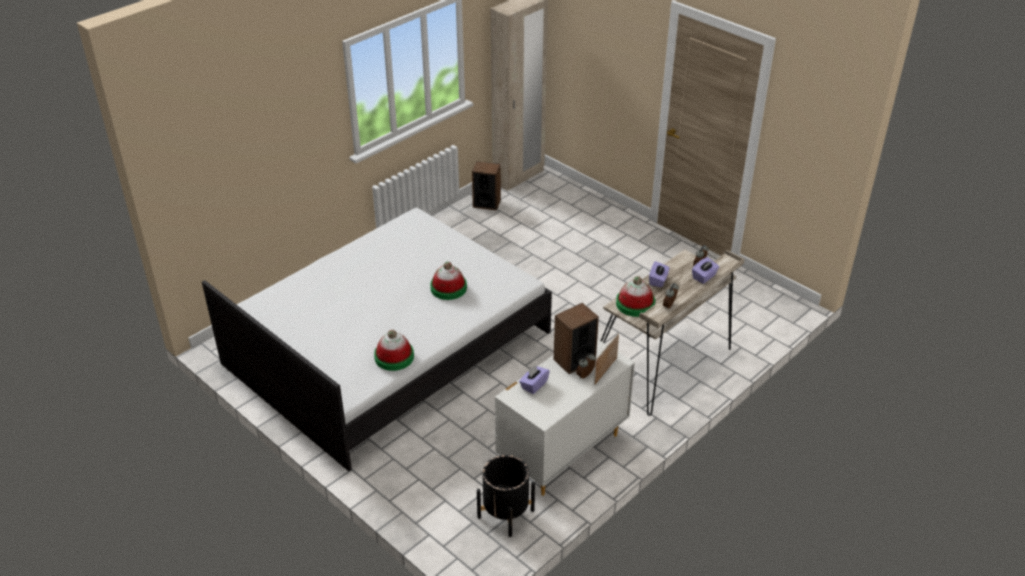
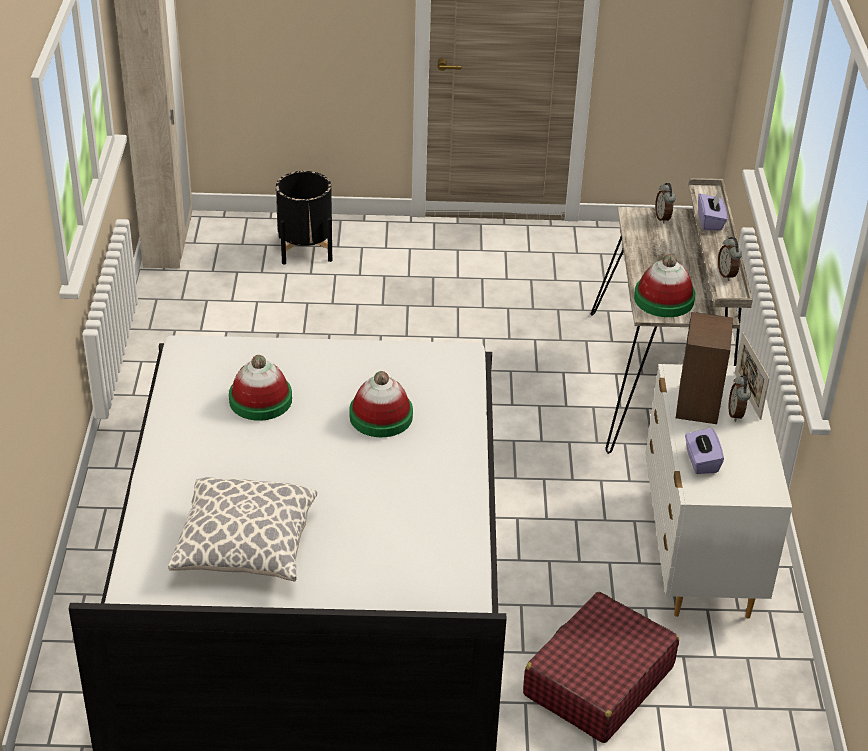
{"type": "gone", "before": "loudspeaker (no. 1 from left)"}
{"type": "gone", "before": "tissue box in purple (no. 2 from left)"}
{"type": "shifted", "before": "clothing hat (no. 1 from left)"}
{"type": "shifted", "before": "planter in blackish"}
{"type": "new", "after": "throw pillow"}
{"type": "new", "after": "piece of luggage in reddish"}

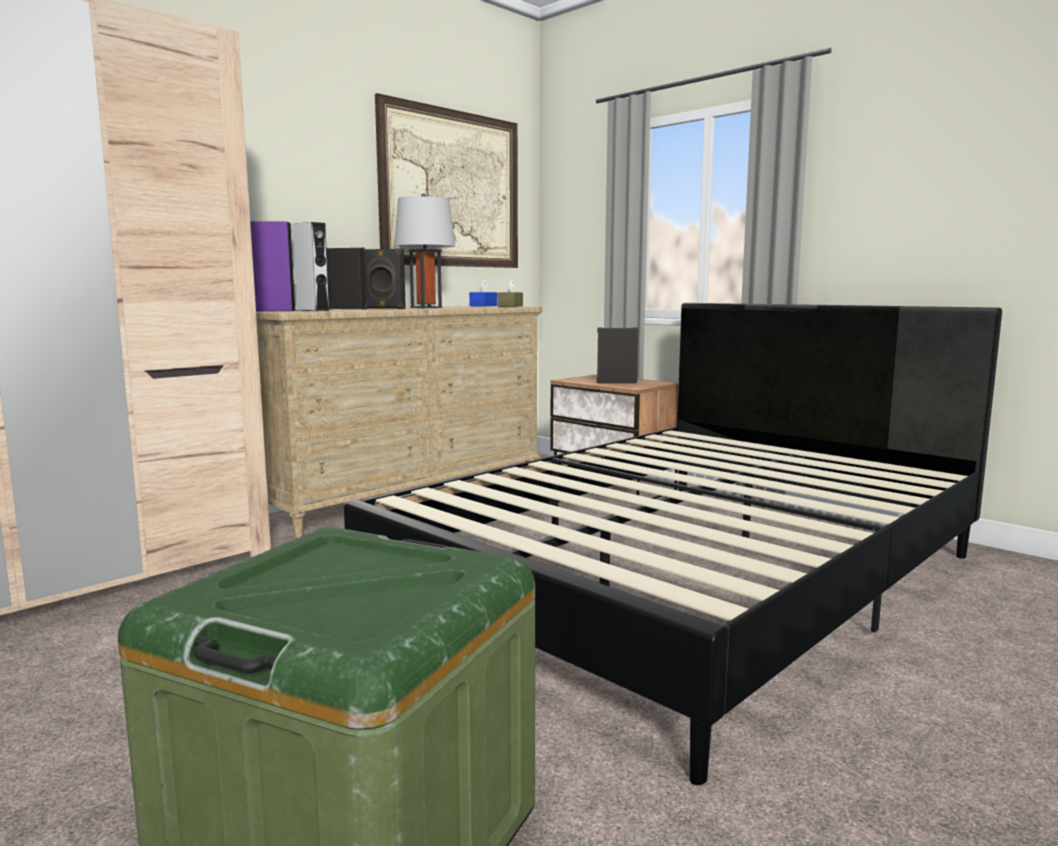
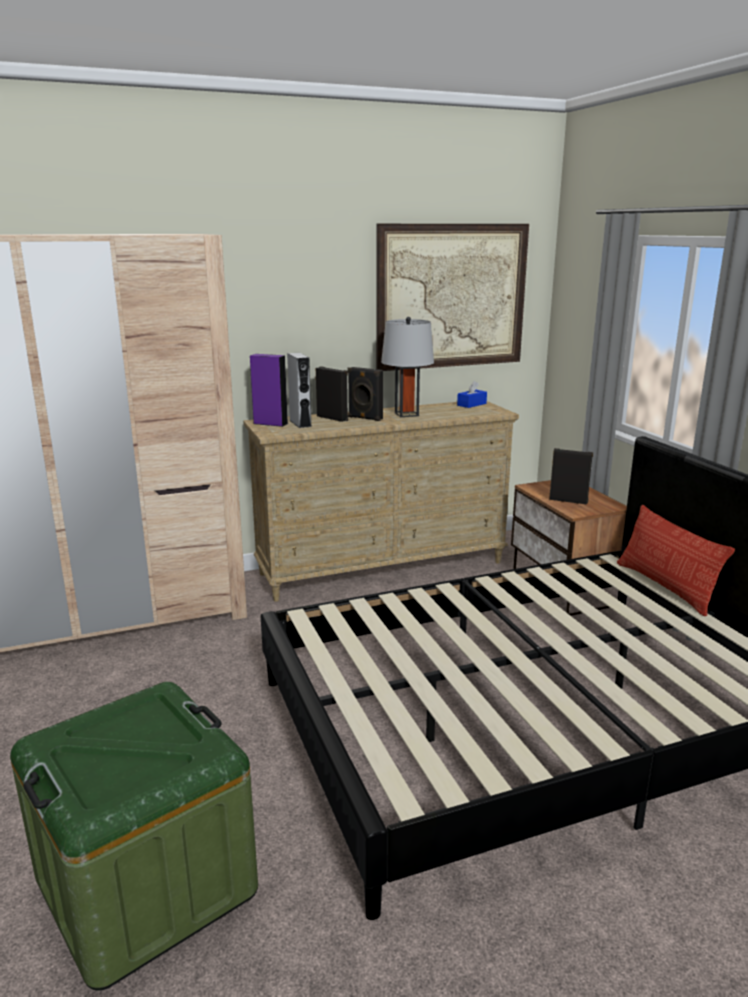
{"type": "gone", "before": "tissue box in brown-coloured"}
{"type": "new", "after": "throw pillow"}

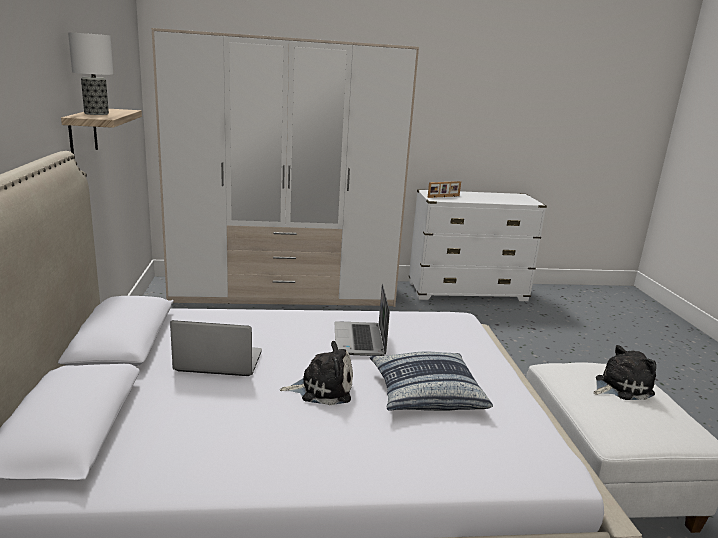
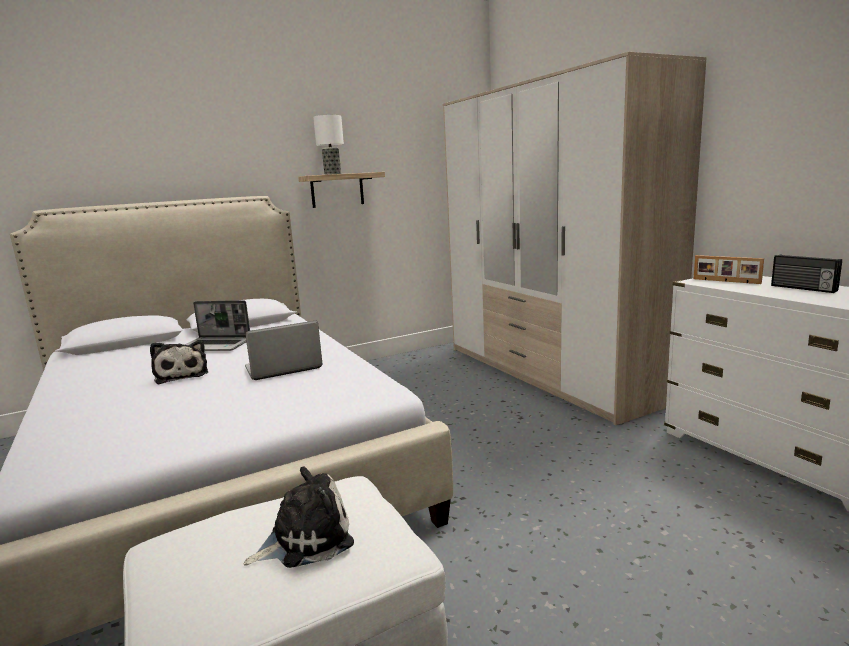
{"type": "rotated", "before": "laptop (no. 1 from left)", "turn": 120}
{"type": "rotated", "before": "plush toy (no. 2 from left)", "turn": -75}
{"type": "gone", "before": "throw pillow"}
{"type": "new", "after": "radio receiver"}

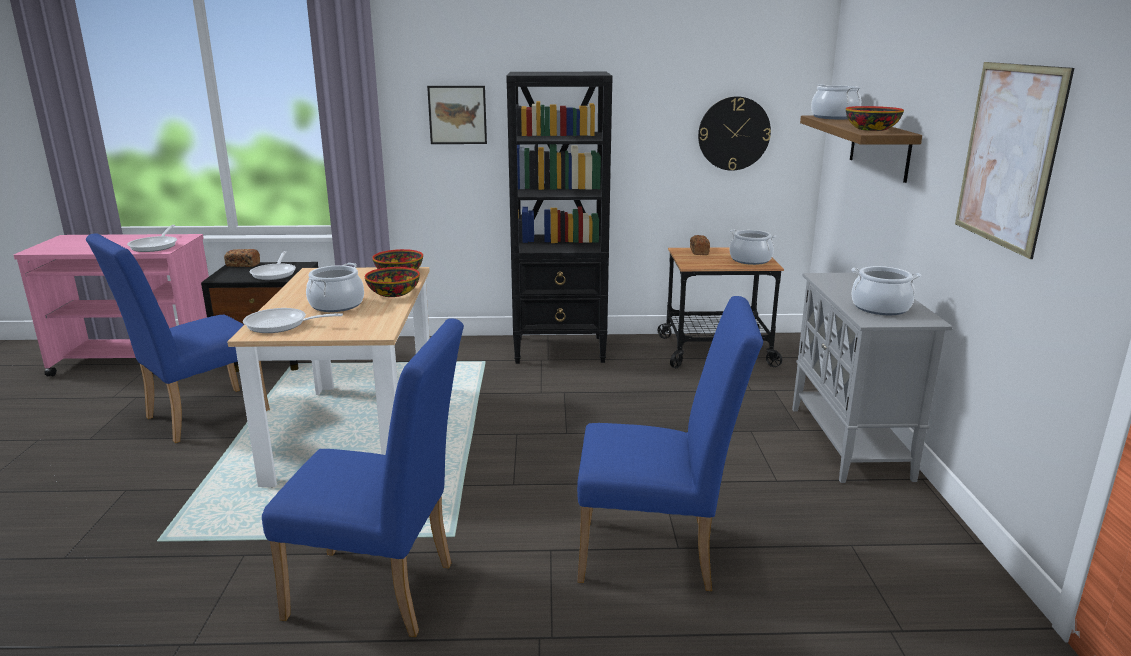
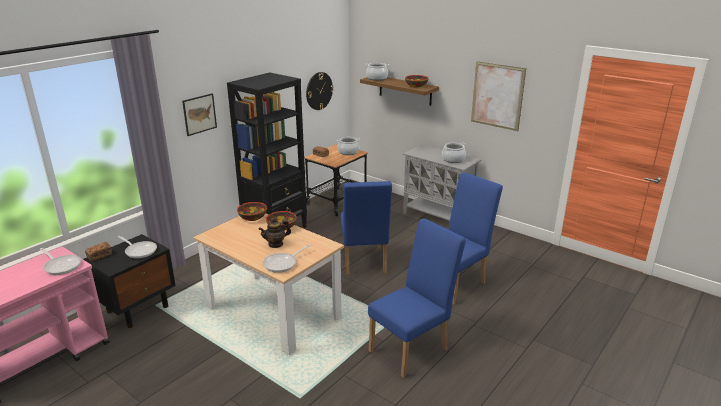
{"type": "shifted", "before": "plain chair in blue-coloured (no. 1 from left)"}
{"type": "swapped", "before": "stockpot (no. 1 from left)", "after": "teapot"}

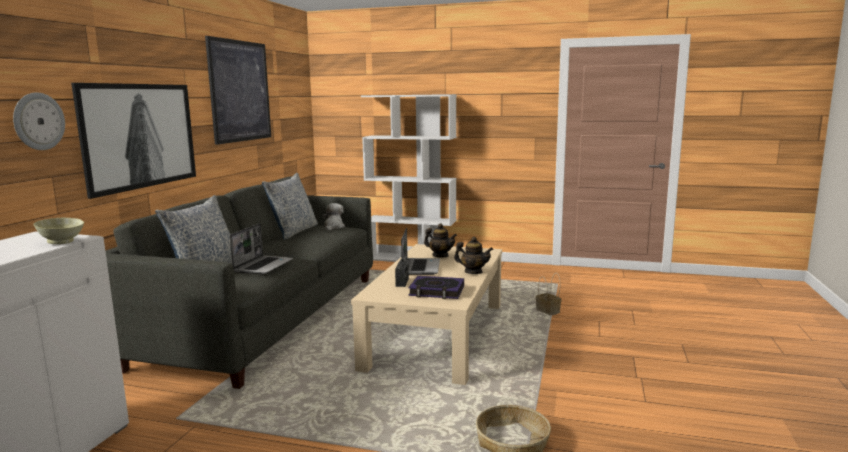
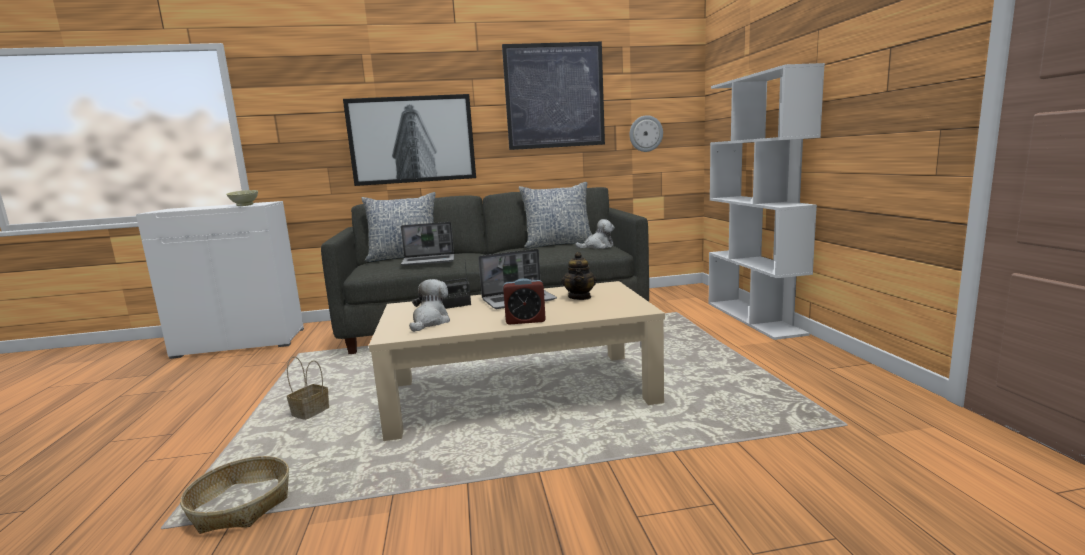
{"type": "shifted", "before": "hanging clock"}
{"type": "swapped", "before": "teapot (no. 2 from left)", "after": "table clock"}
{"type": "shifted", "before": "storage basket (no. 2 from left)"}
{"type": "swapped", "before": "book", "after": "plush toy (no. 1 from left)"}

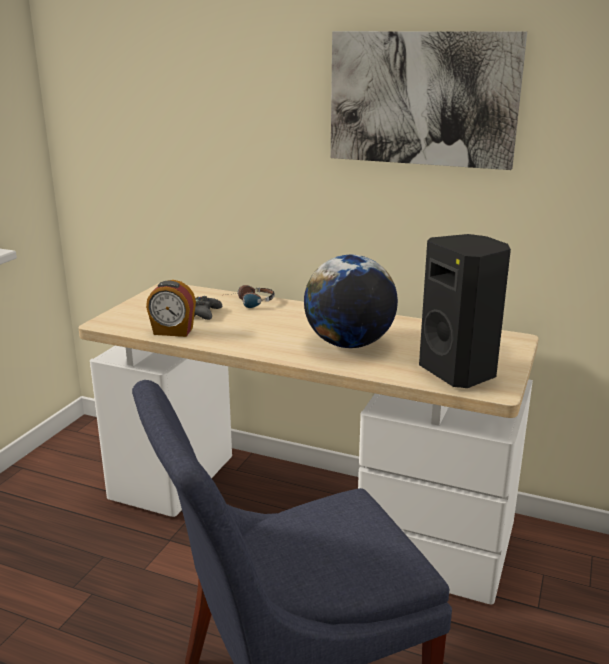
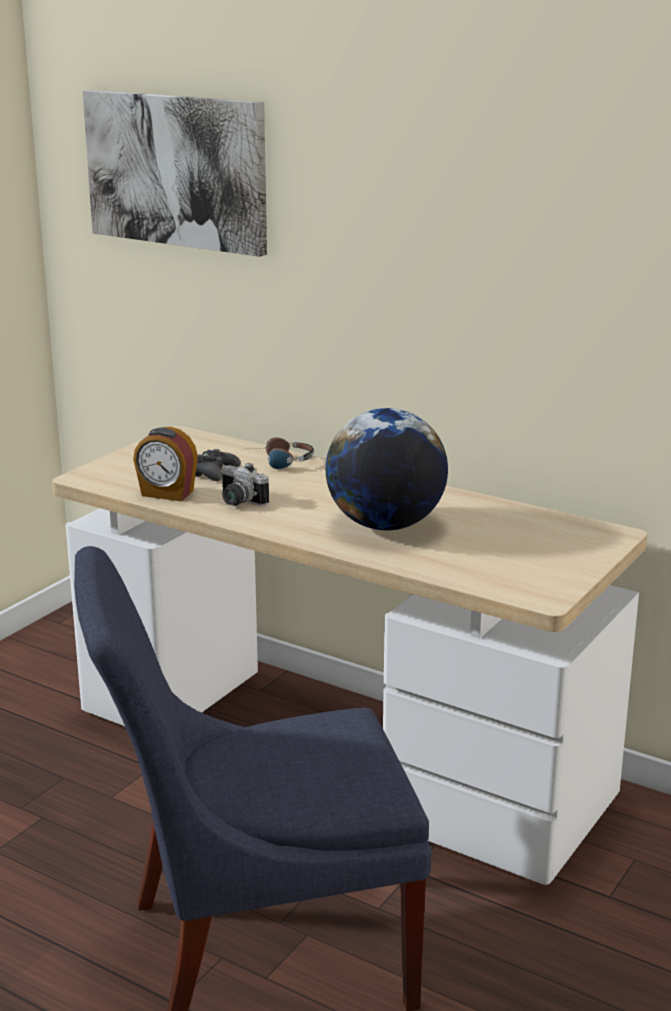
{"type": "shifted", "before": "wall picture"}
{"type": "gone", "before": "loudspeaker in blackish"}
{"type": "new", "after": "still camera"}

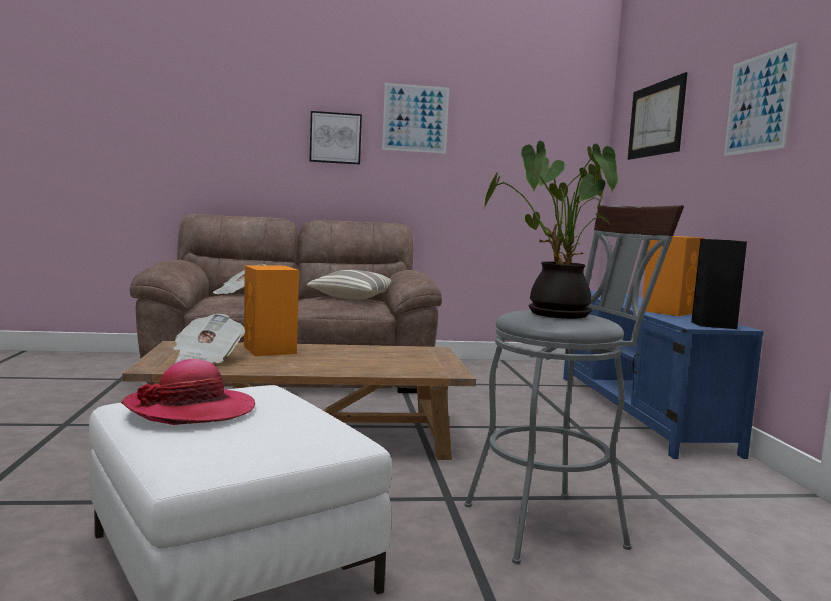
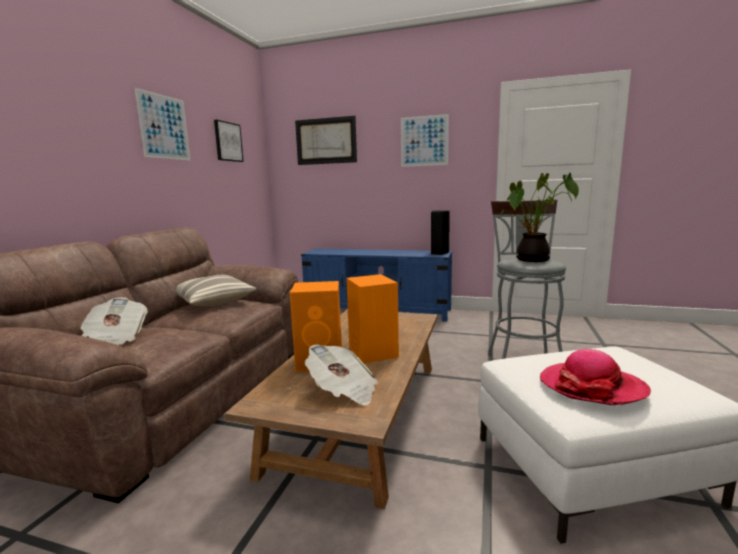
{"type": "shifted", "before": "wall picture (no. 1 from left in the first image)", "after": "wall picture (no. 2 from left)"}
{"type": "shifted", "before": "loudspeaker in orangey (no. 2 from left)"}

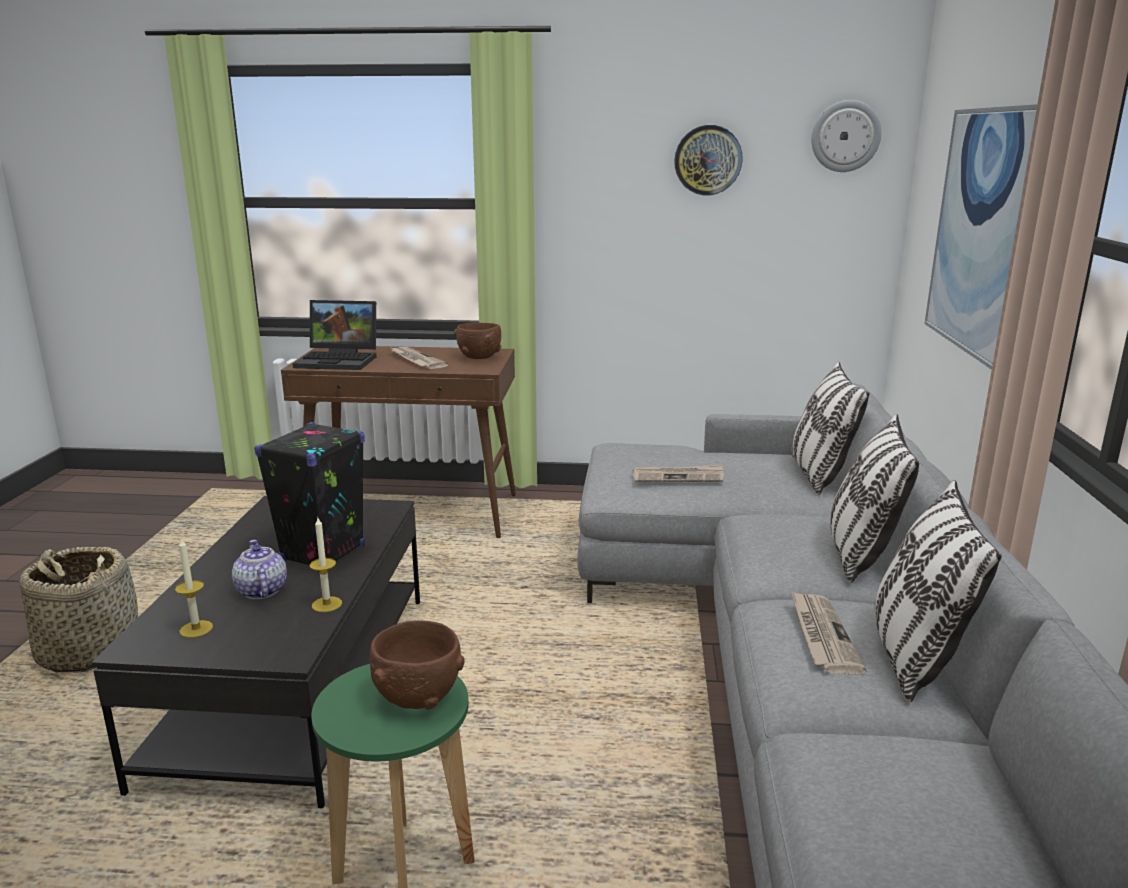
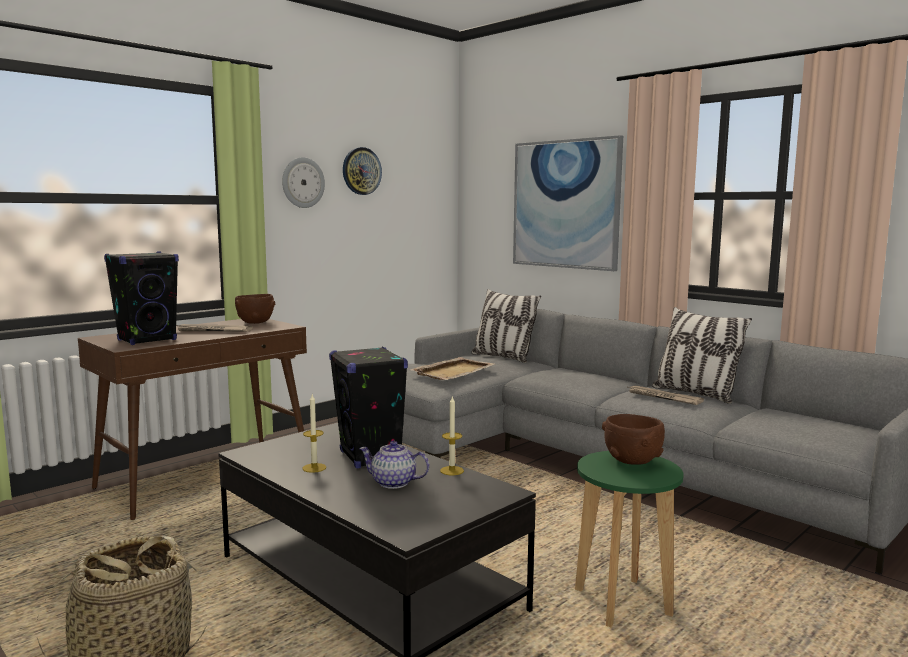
{"type": "shifted", "before": "hanging clock (no. 2 from left in the first image)", "after": "hanging clock (no. 1 from left)"}
{"type": "swapped", "before": "laptop", "after": "loudspeaker in blackish (no. 1 from left)"}
{"type": "gone", "before": "throw pillow (no. 2 from left)"}
{"type": "swapped", "before": "daily paper (no. 2 from left)", "after": "tray in sand-coloured"}
{"type": "shifted", "before": "wax light (no. 1 from left)"}

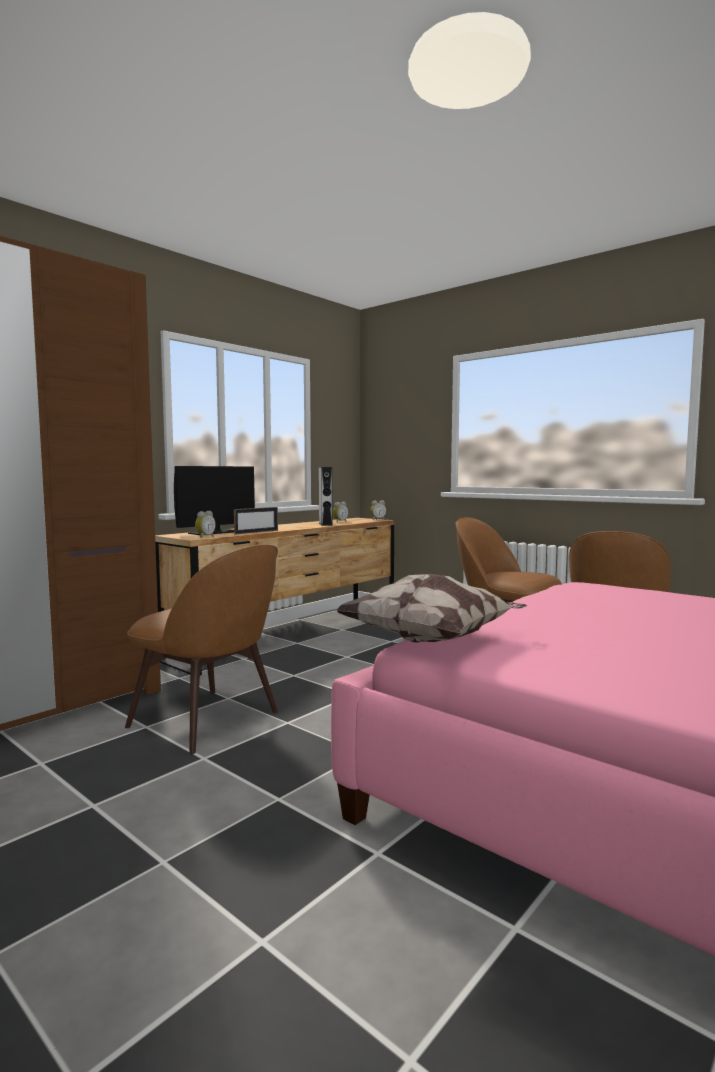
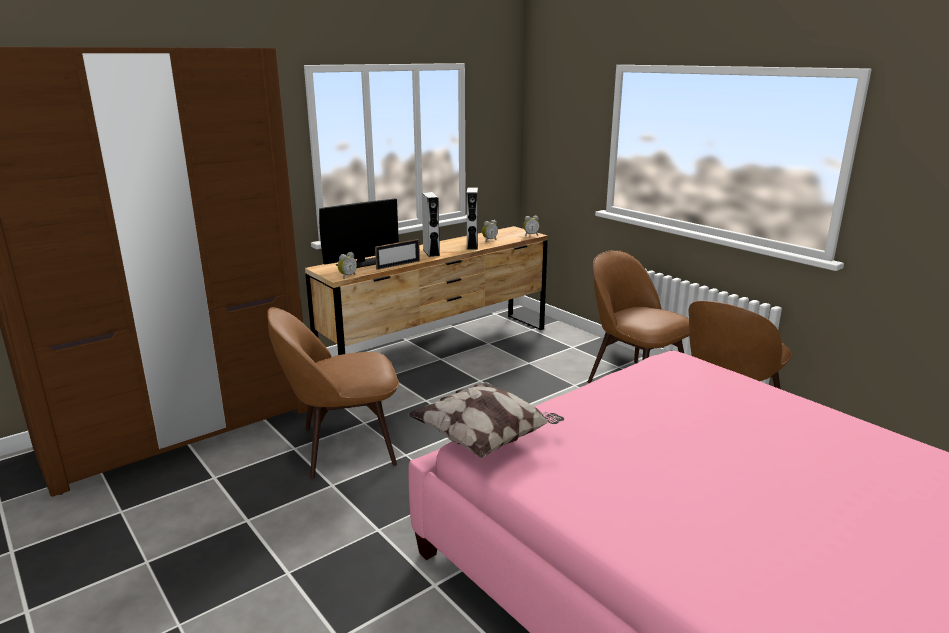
{"type": "rotated", "before": "plain chair in brown-coloured (no. 1 from left)", "turn": 120}
{"type": "new", "after": "loudspeaker in greyish (no. 1 from left)"}

